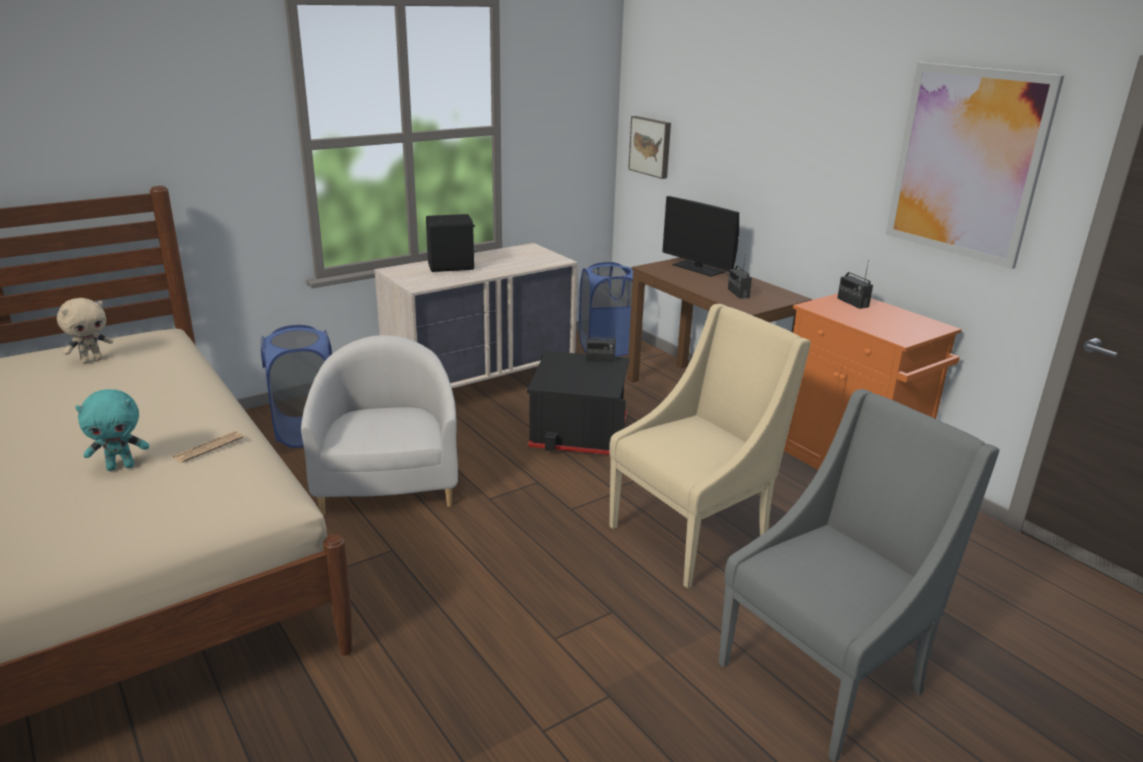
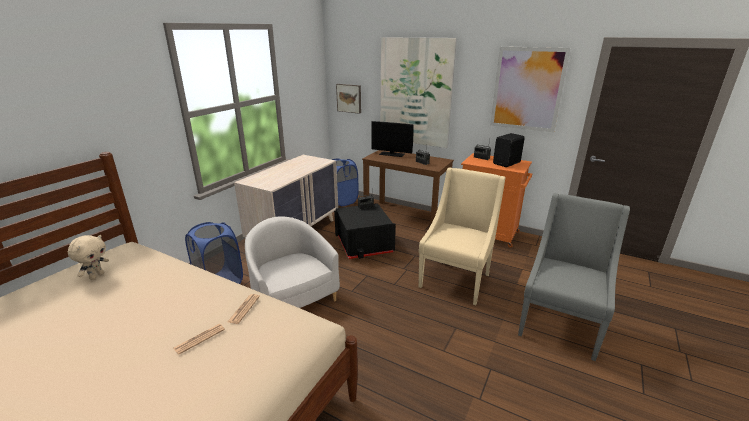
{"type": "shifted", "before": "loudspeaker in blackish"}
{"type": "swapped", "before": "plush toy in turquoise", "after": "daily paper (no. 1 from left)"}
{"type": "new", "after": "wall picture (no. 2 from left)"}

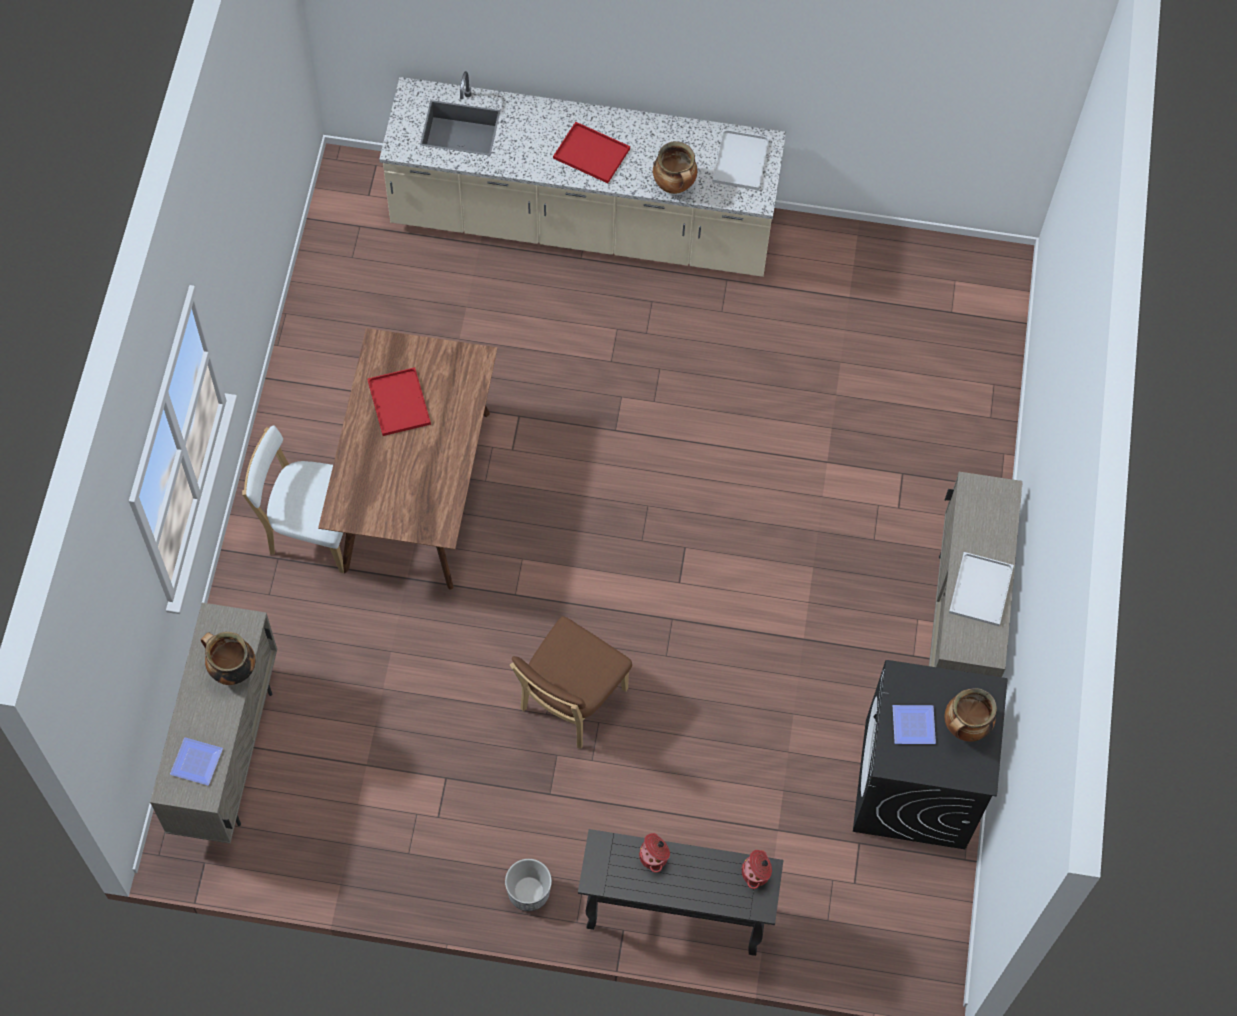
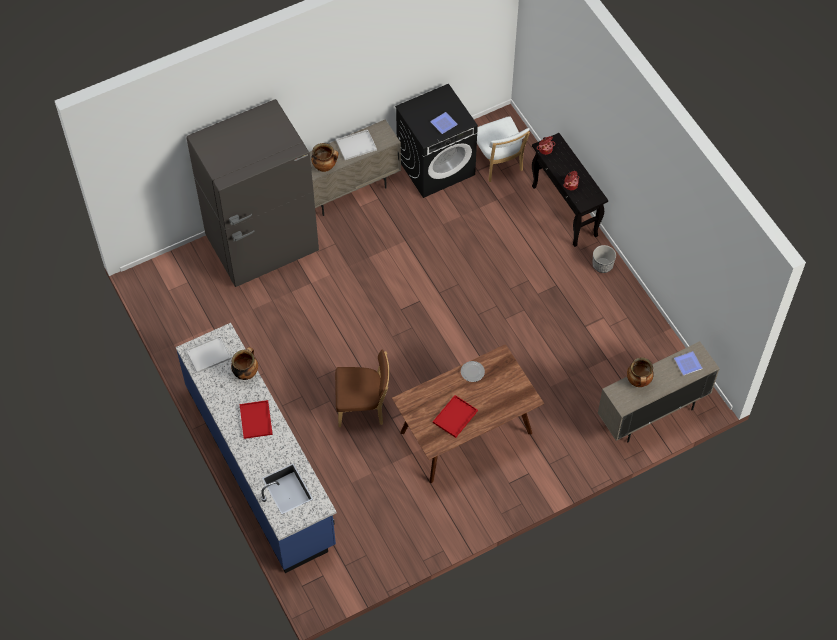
{"type": "repainted", "before": "counter in sand-coloured", "after": "counter in blue-coloured"}
{"type": "shifted", "before": "plain chair in white"}
{"type": "shifted", "before": "plain chair in brown-coloured"}
{"type": "shifted", "before": "stockpot (no. 5 from left in the first image)", "after": "stockpot (no. 2 from left)"}
{"type": "new", "after": "fridge in greyish"}
{"type": "new", "after": "dinner plate (no. 2 from left)"}

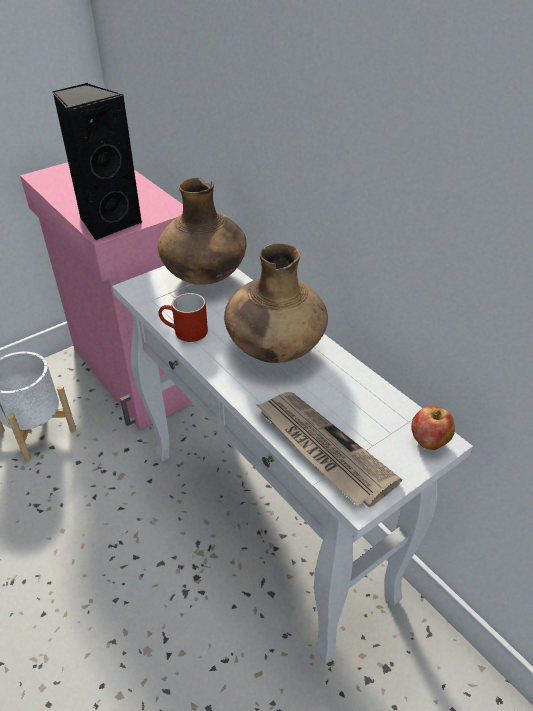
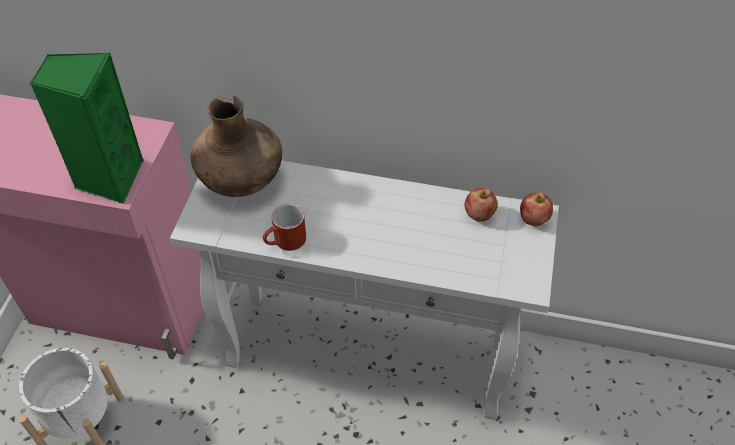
{"type": "repainted", "before": "loudspeaker in blackish", "after": "loudspeaker in green-coloured"}
{"type": "gone", "before": "vase in brown-coloured (no. 2 from left)"}
{"type": "gone", "before": "daily paper"}
{"type": "new", "after": "apple fruit (no. 1 from left)"}

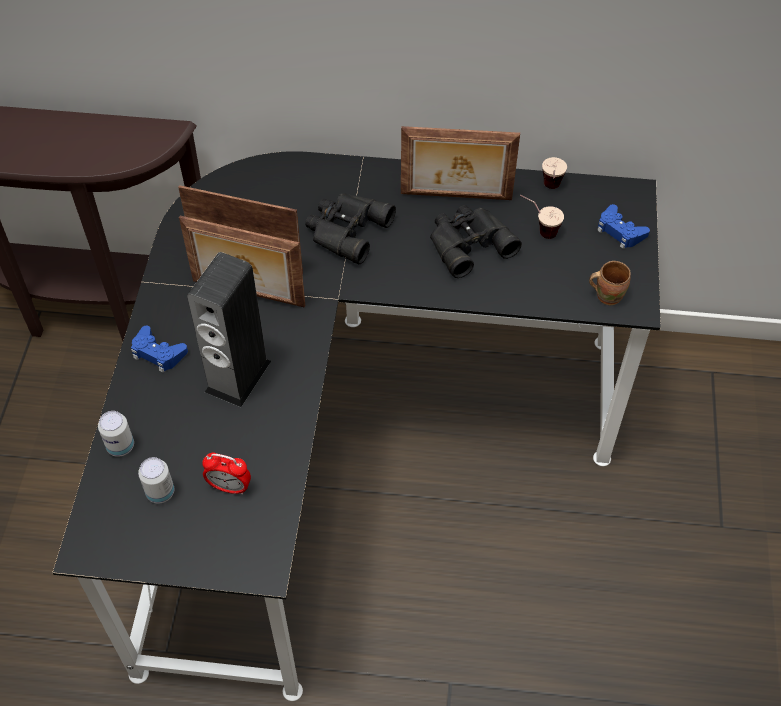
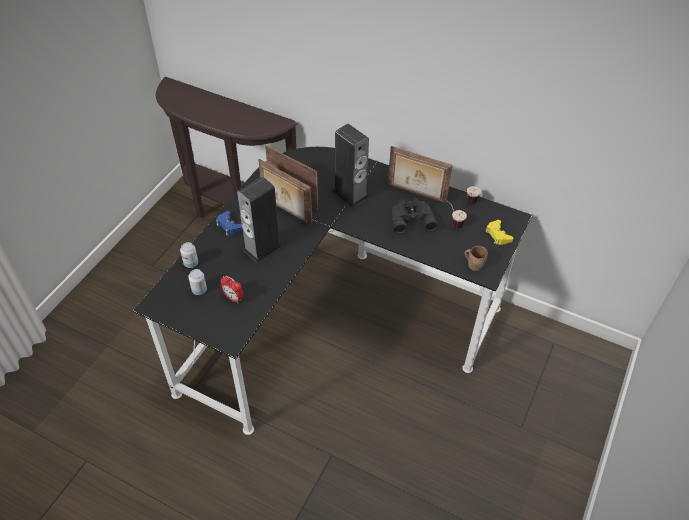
{"type": "swapped", "before": "pair of binoculars in blackish (no. 1 from left)", "after": "loudspeaker (no. 2 from left)"}
{"type": "repainted", "before": "joypad in blue-coloured (no. 2 from left)", "after": "joypad in yellow"}

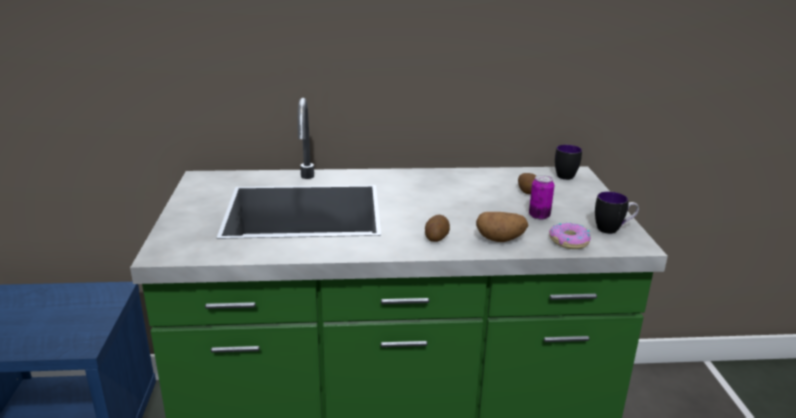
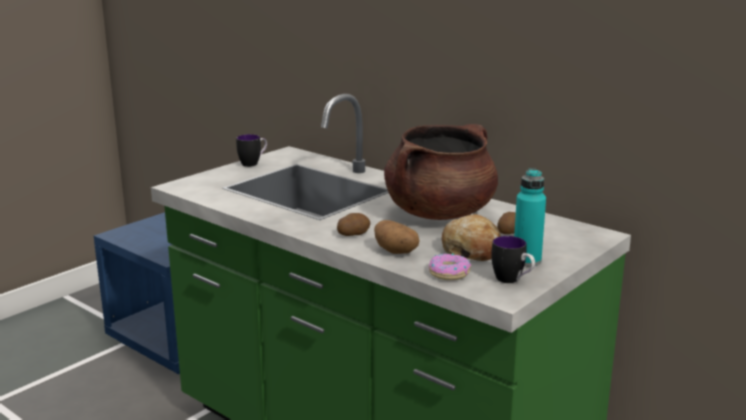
{"type": "shifted", "before": "mug (no. 1 from left)"}
{"type": "swapped", "before": "can", "after": "bakery bread"}
{"type": "new", "after": "stockpot in brown-coloured"}
{"type": "new", "after": "beverage bottle in turquoise"}

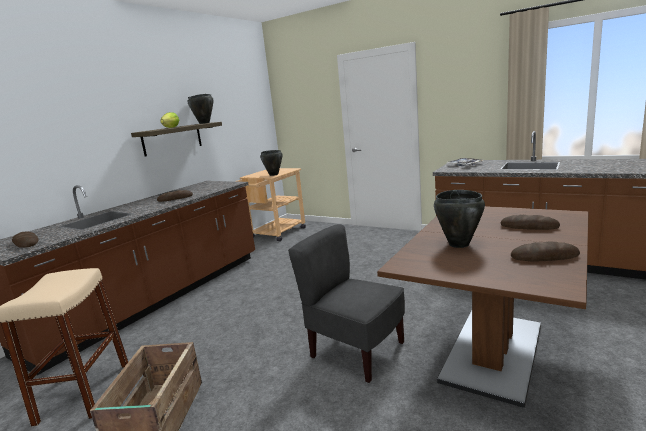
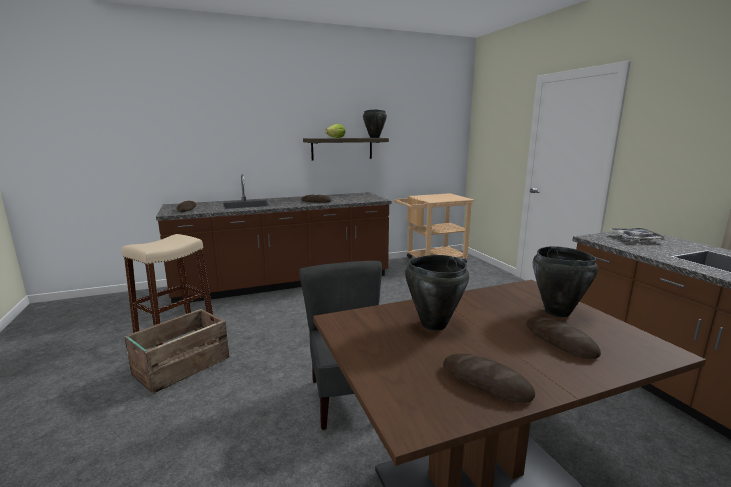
{"type": "shifted", "before": "stockpot in blackish (no. 2 from left in the first image)", "after": "stockpot in blackish (no. 3 from left)"}

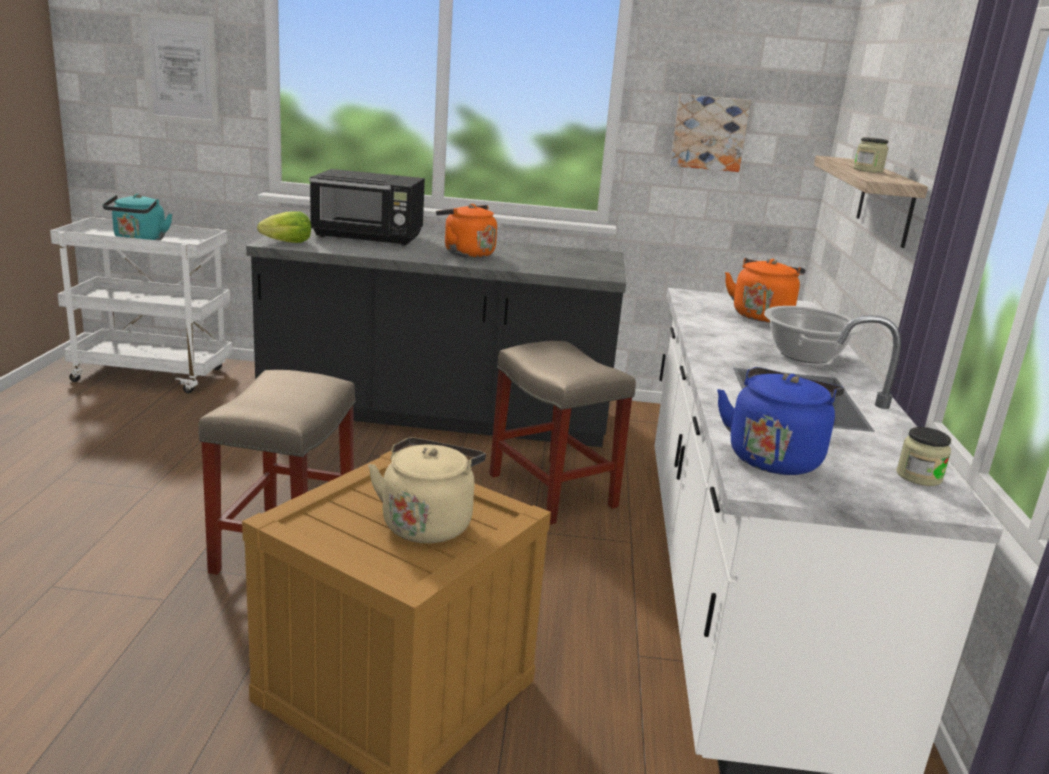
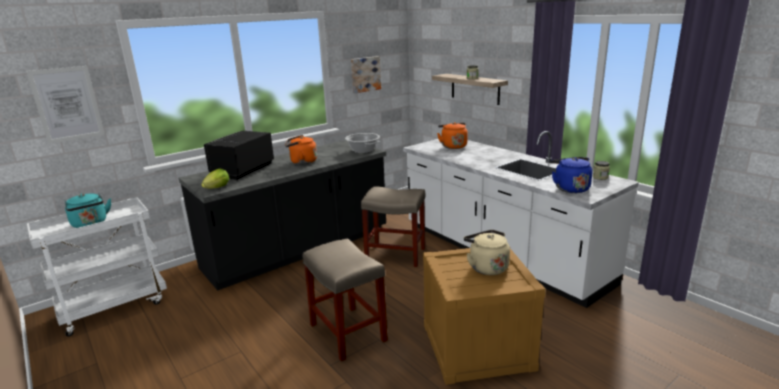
{"type": "rotated", "before": "microwave oven in blackish", "turn": 150}
{"type": "shifted", "before": "stockpot"}

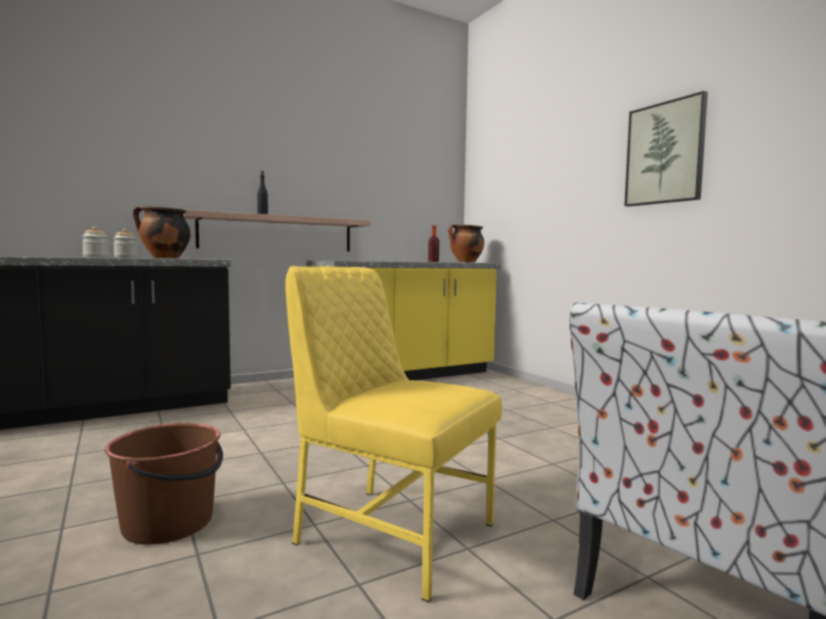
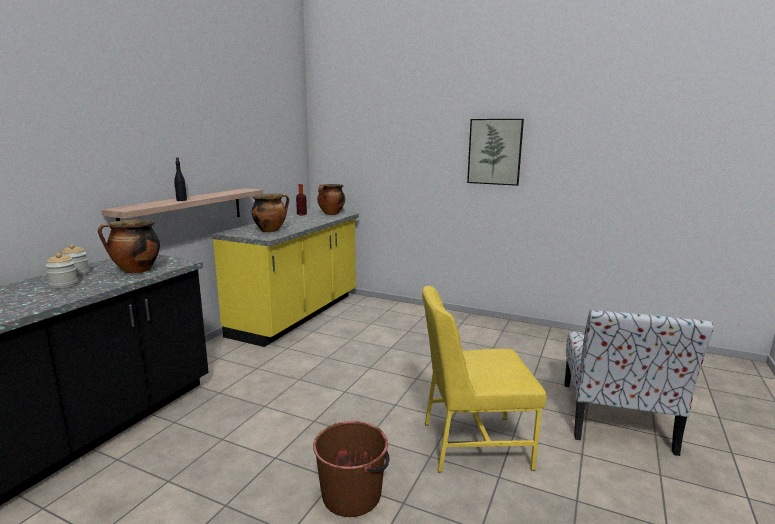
{"type": "new", "after": "stockpot (no. 2 from left)"}

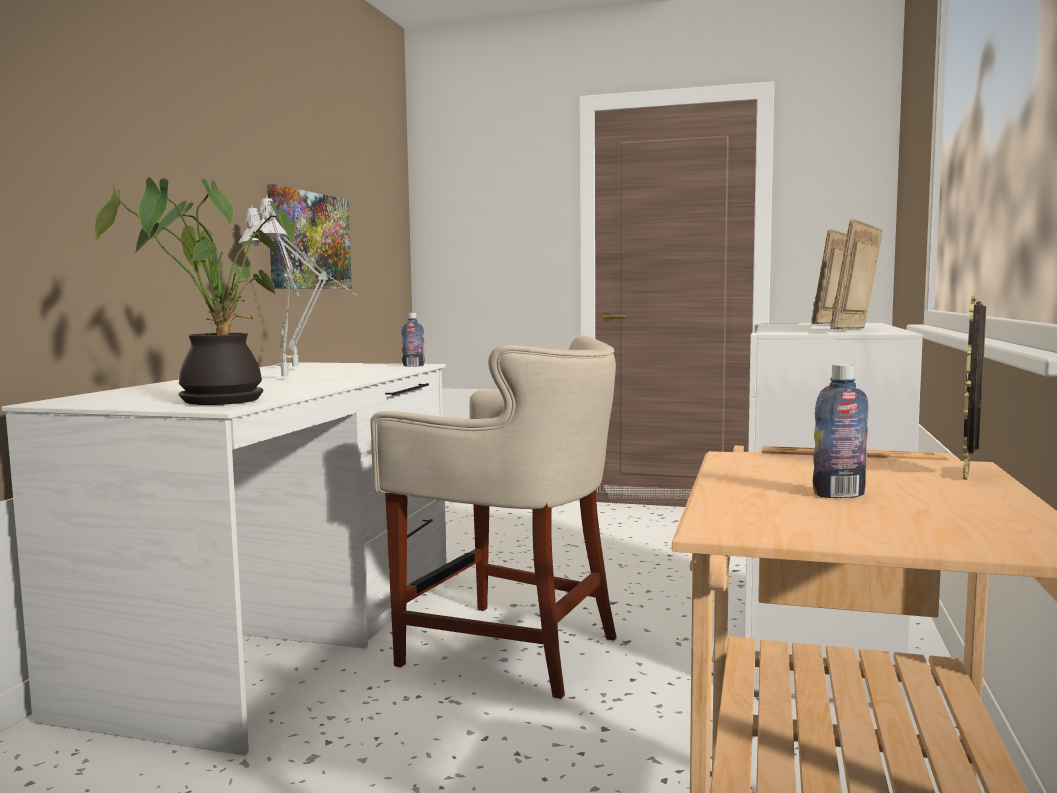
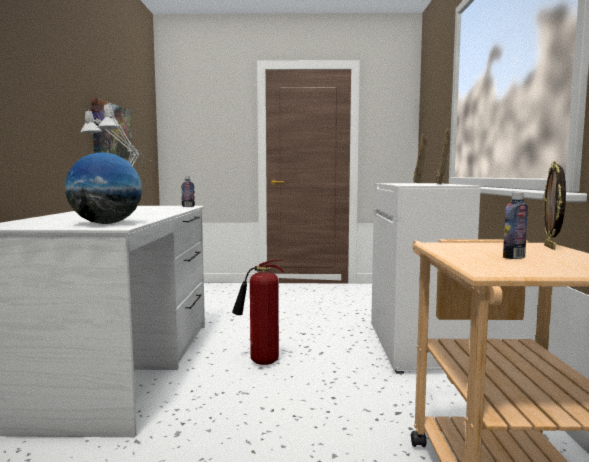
{"type": "swapped", "before": "plant in a pot", "after": "world globe"}
{"type": "swapped", "before": "sitting stool in sand-coloured", "after": "fire extinguisher"}

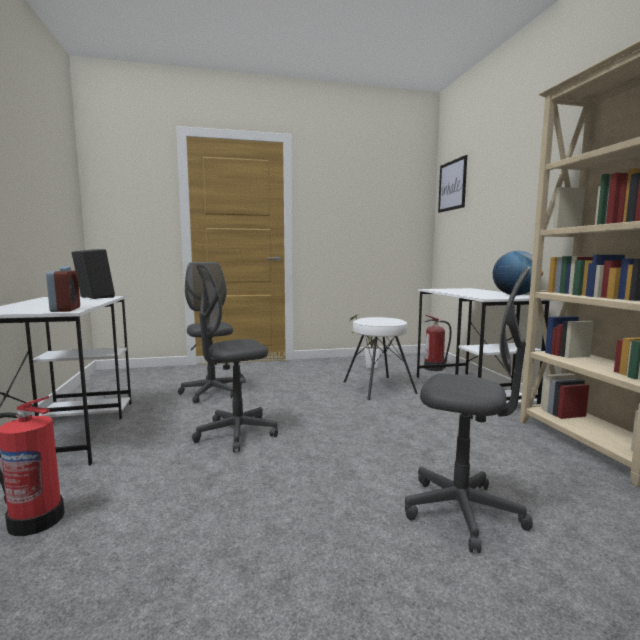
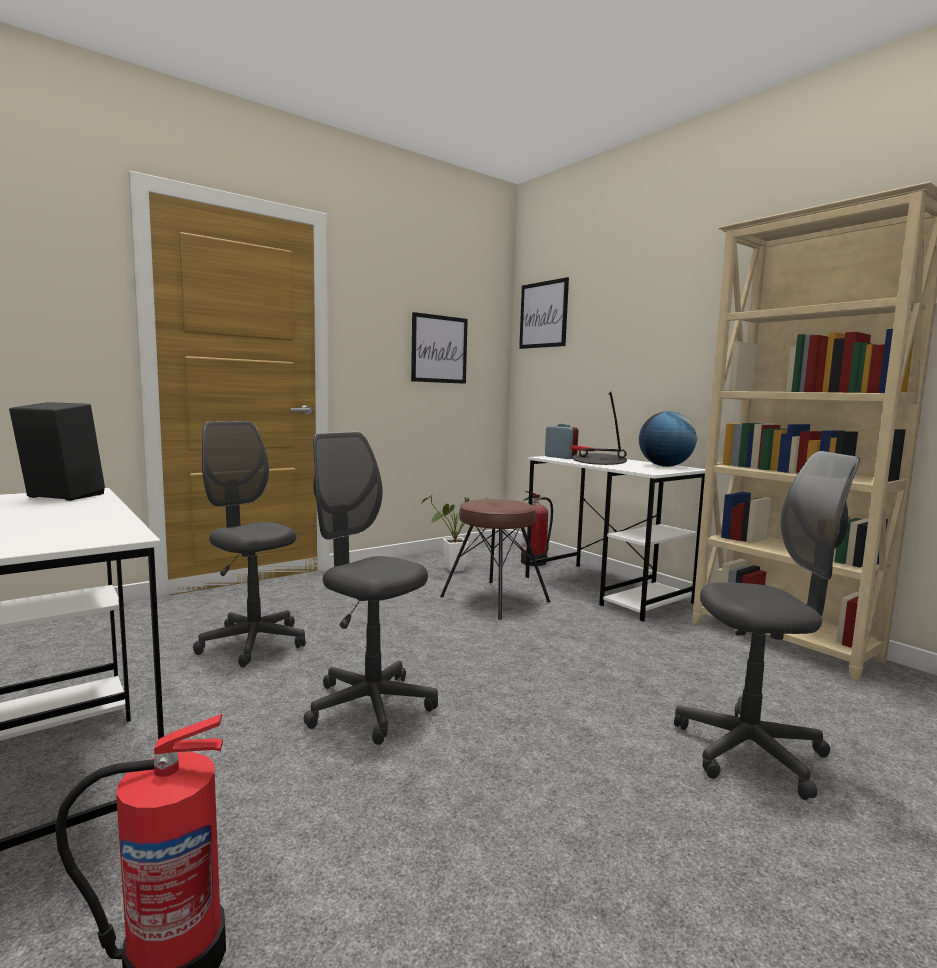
{"type": "rotated", "before": "computer chair in greyish (no. 2 from left)", "turn": 90}
{"type": "shifted", "before": "table clock"}
{"type": "repainted", "before": "sitting stool in white", "after": "sitting stool in brown-coloured"}
{"type": "new", "after": "wall picture (no. 1 from left)"}
{"type": "new", "after": "table lamp"}

